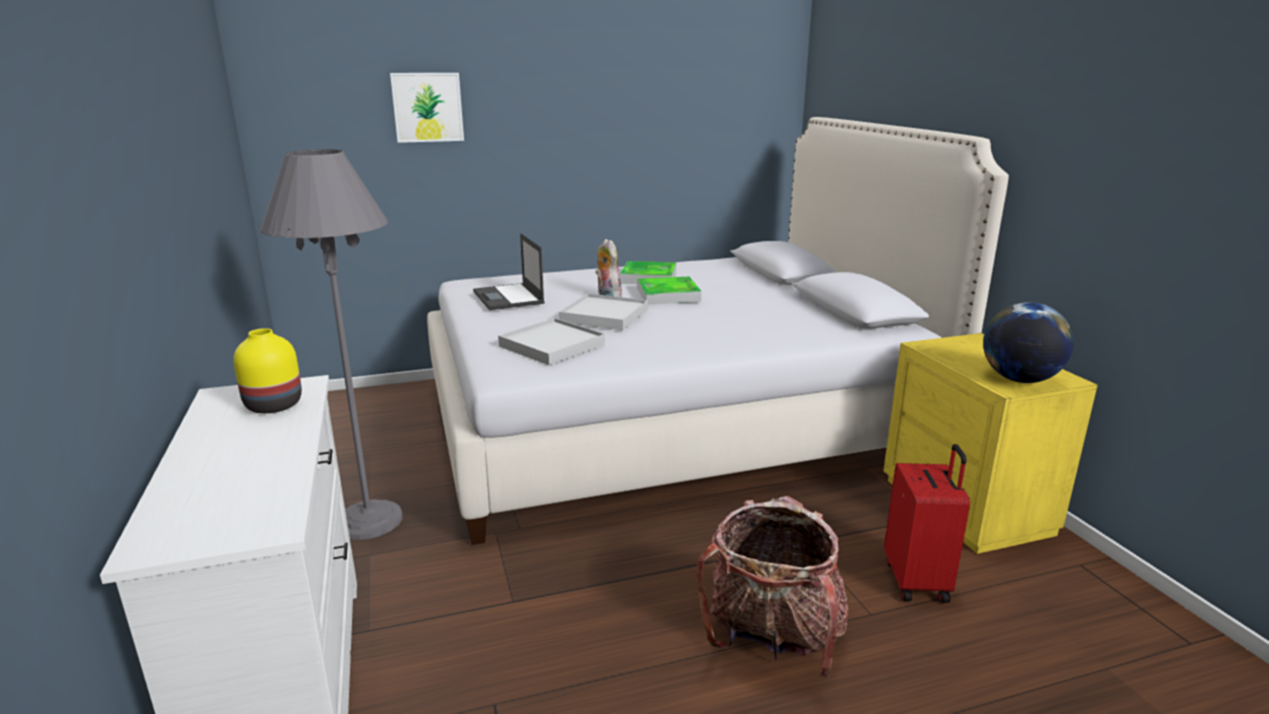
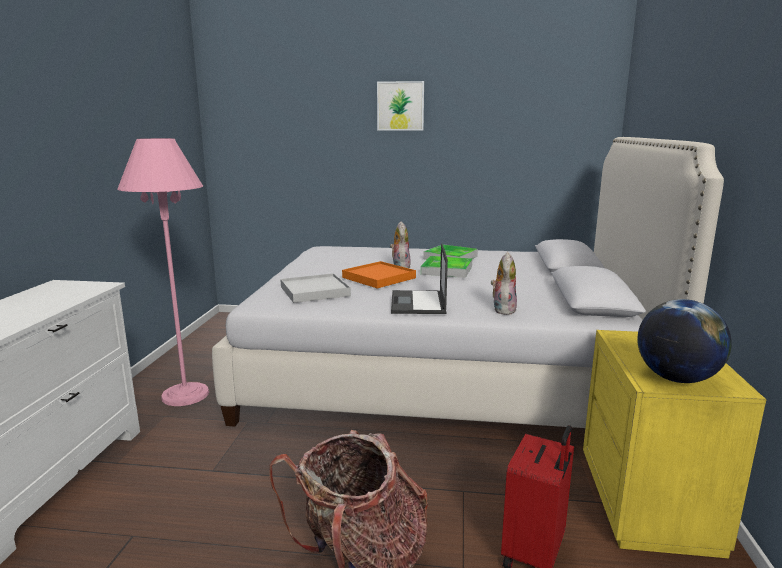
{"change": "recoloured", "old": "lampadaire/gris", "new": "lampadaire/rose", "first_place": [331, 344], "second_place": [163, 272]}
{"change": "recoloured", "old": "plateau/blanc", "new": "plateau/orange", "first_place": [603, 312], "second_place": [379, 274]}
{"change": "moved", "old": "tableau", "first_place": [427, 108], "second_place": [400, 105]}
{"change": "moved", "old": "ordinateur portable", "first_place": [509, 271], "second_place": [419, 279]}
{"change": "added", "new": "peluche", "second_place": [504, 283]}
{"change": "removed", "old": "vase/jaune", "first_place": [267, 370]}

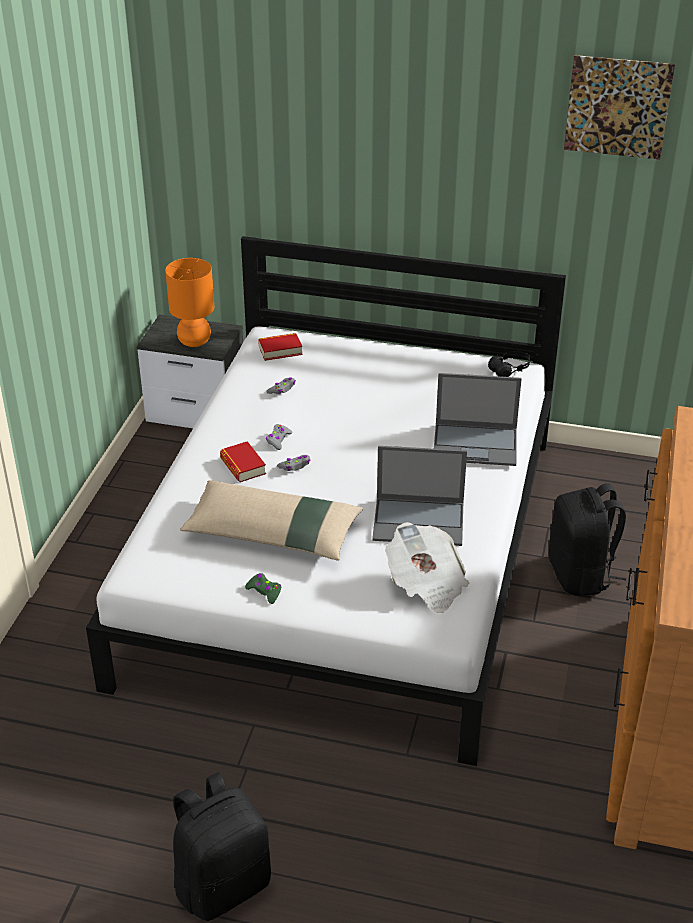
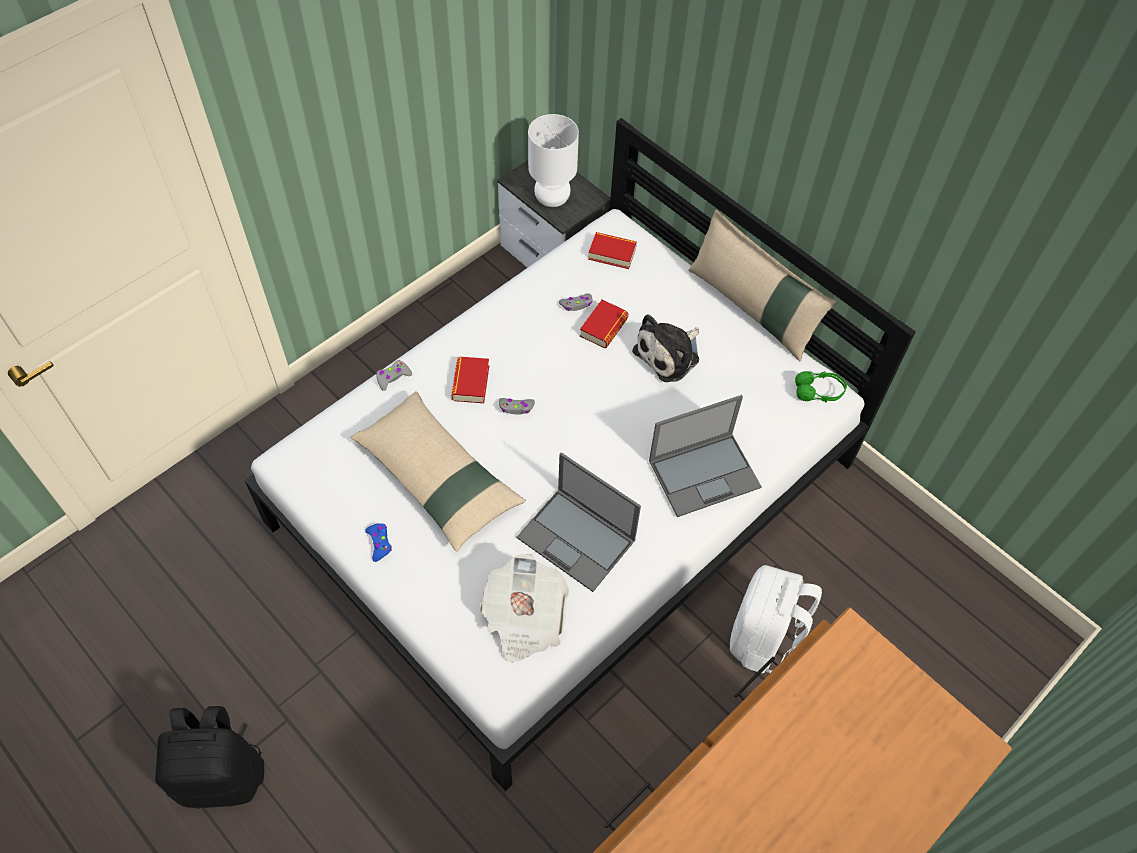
{"change": "recoloured", "old": "manette/vert", "new": "manette/bleu", "first_place": [263, 588], "second_place": [378, 542]}
{"change": "moved", "old": "manette/gris", "first_place": [279, 437], "second_place": [394, 375]}
{"change": "recoloured", "old": "lampe de table/orange", "new": "lampe de table/blanc", "first_place": [189, 302], "second_place": [553, 160]}
{"change": "added", "new": "livre", "second_place": [604, 324]}
{"change": "added", "new": "peluche", "second_place": [665, 348]}
{"change": "turned", "old": "ordinateur portable", "first_place": [478, 419], "second_place": [705, 456], "degrees": -60}
{"change": "added", "new": "coussin/beige", "second_place": [762, 286]}
{"change": "recoloured", "old": "sac à dos/noir", "new": "sac à dos/blanc", "first_place": [587, 540], "second_place": [776, 619]}
{"change": "recoloured", "old": "casque audio/noir", "new": "casque audio/vert", "first_place": [509, 364], "second_place": [821, 386]}
{"change": "removed", "old": "tableau", "first_place": [619, 107]}

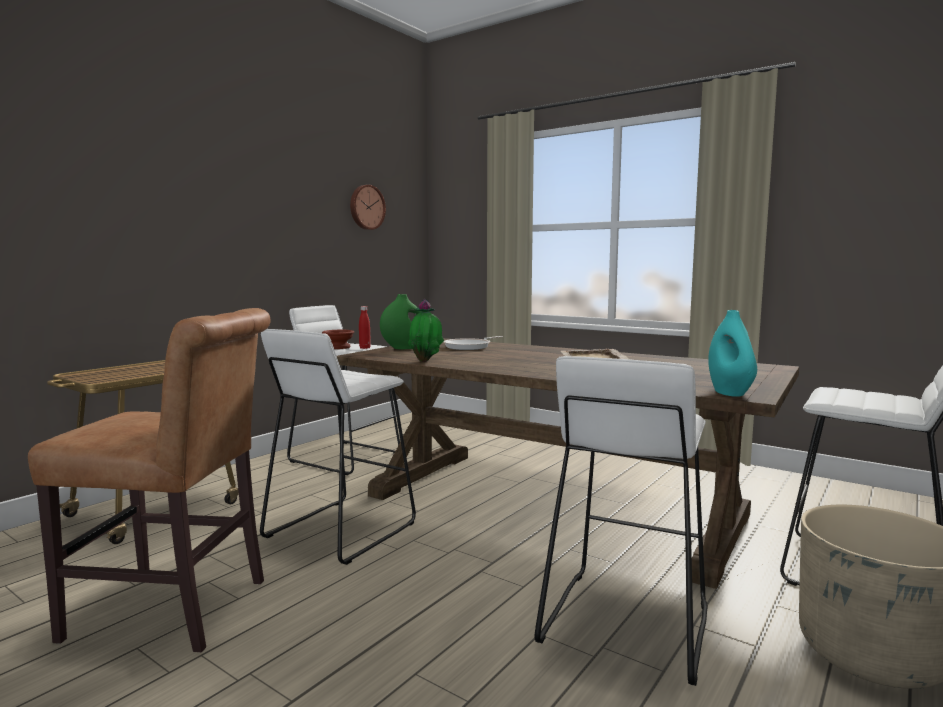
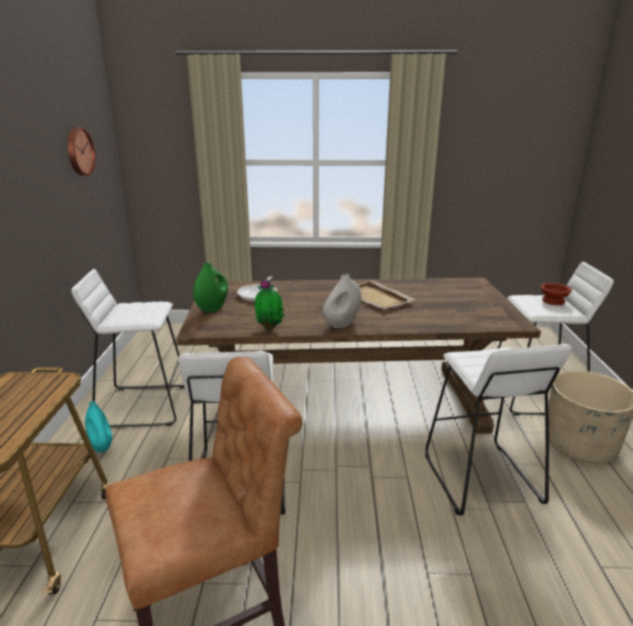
{"change": "moved", "old": "vase/turquoise", "first_place": [732, 353], "second_place": [98, 427]}
{"change": "added", "new": "vase/blanc", "second_place": [341, 301]}
{"change": "moved", "old": "bol/marron", "first_place": [338, 339], "second_place": [556, 294]}
{"change": "removed", "old": "bouteille/rouge", "first_place": [365, 327]}

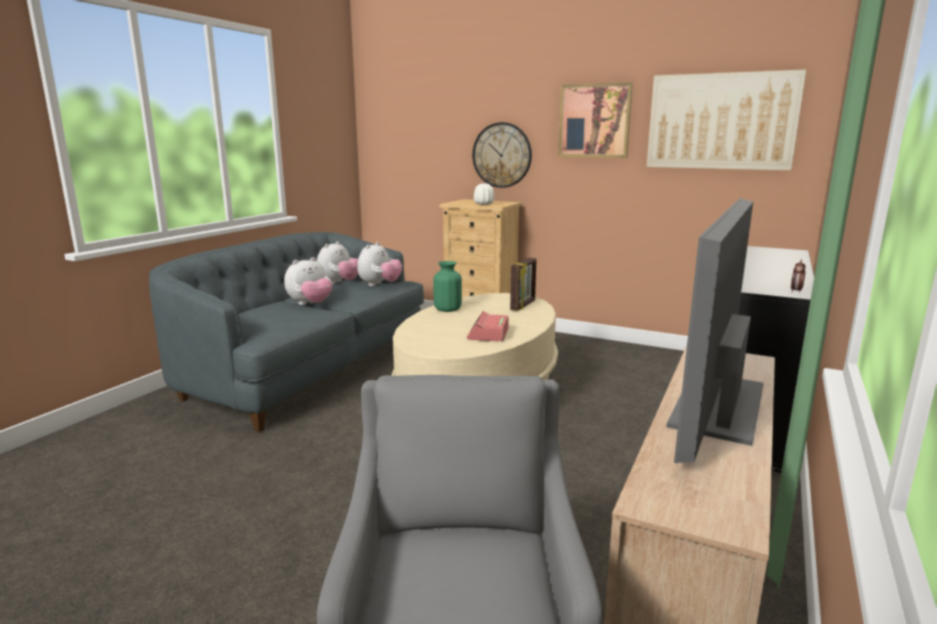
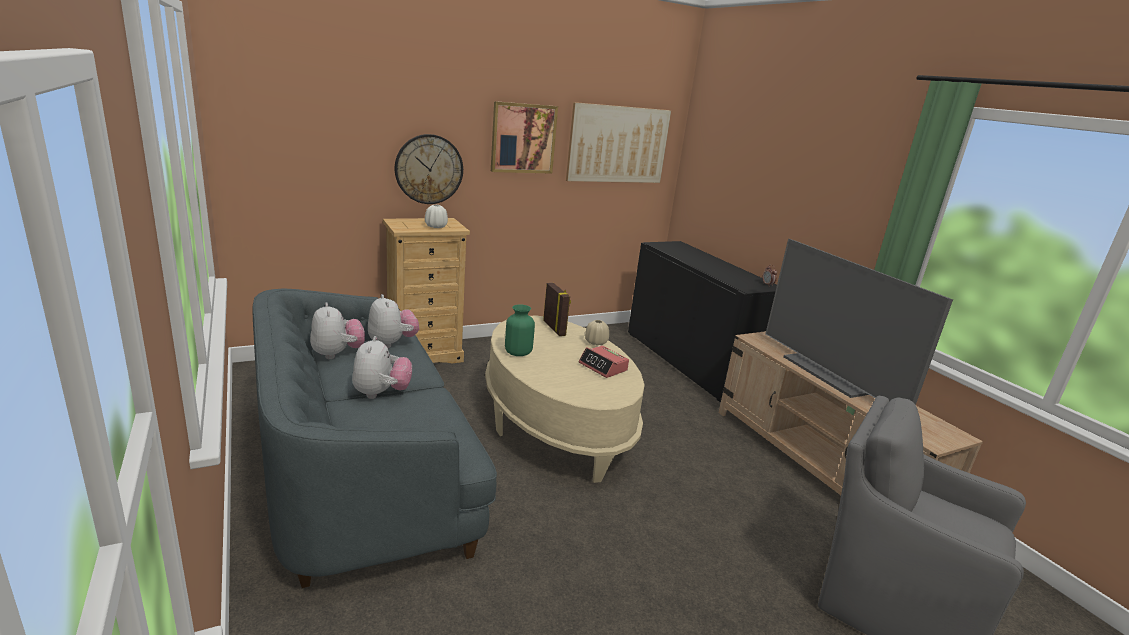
{"change": "added", "new": "vase/beige", "second_place": [597, 333]}

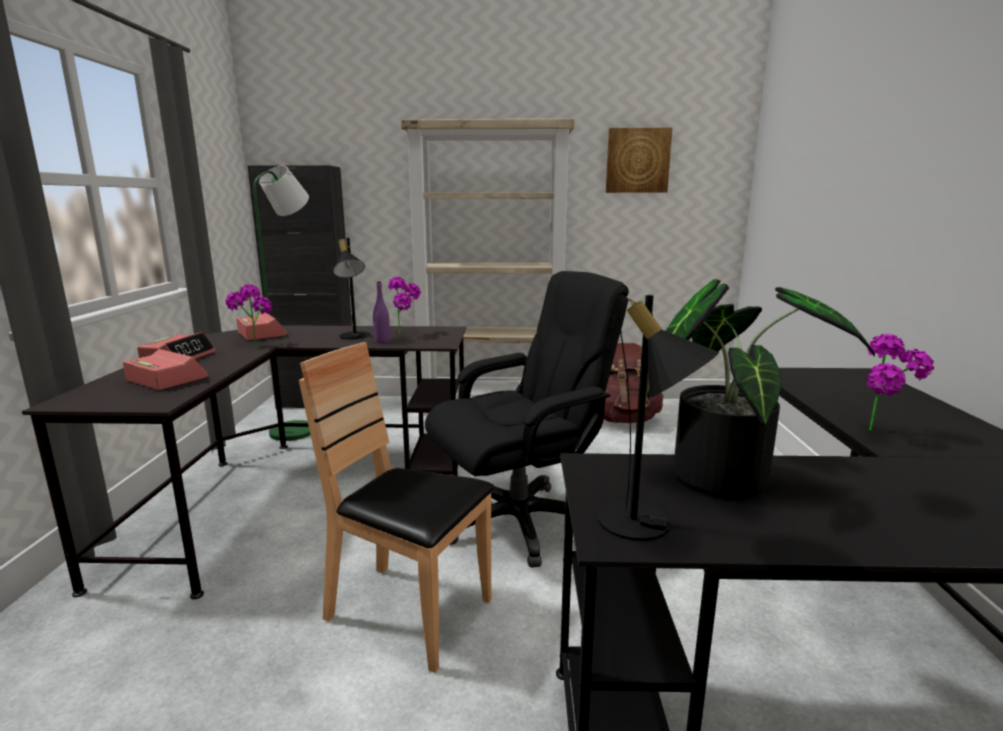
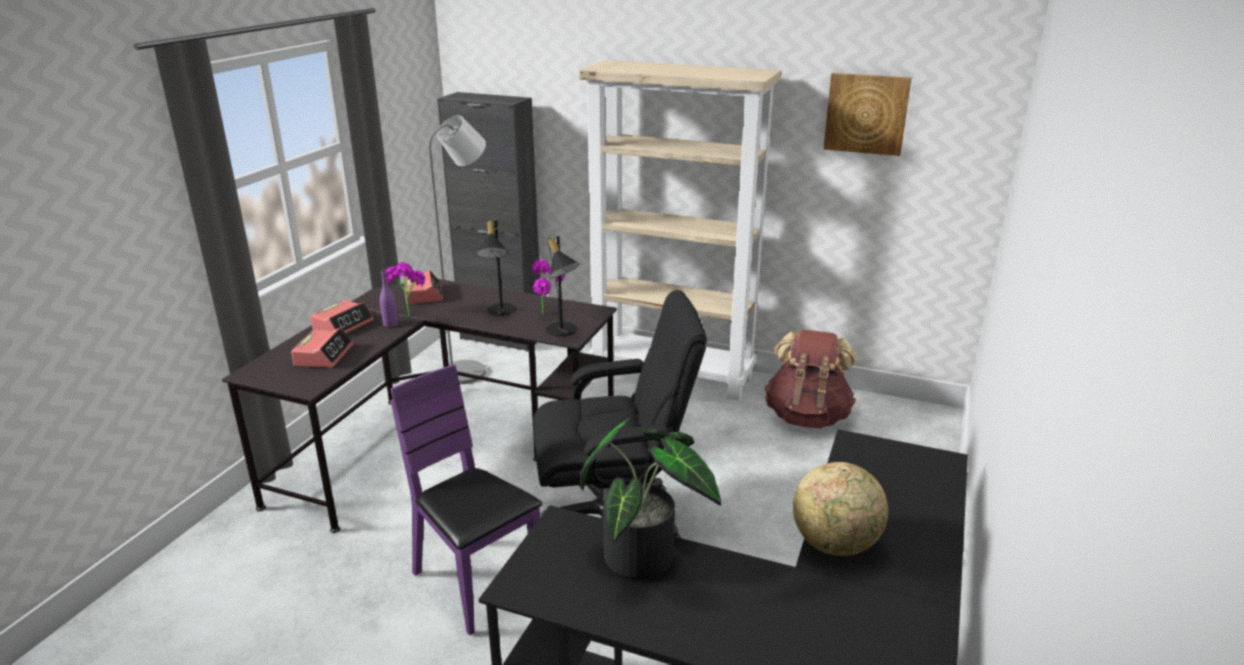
{"change": "turned", "old": "réveil", "first_place": [165, 369], "second_place": [322, 347], "degrees": 45}
{"change": "moved", "old": "bouteille/violet", "first_place": [381, 312], "second_place": [389, 298]}
{"change": "recoloured", "old": "chaise/marron", "new": "chaise/violet", "first_place": [397, 507], "second_place": [466, 500]}
{"change": "recoloured", "old": "lampadaire/vert", "new": "lampadaire/gris", "first_place": [281, 303], "second_place": [457, 249]}
{"change": "moved", "old": "lampe de table/noir", "first_place": [658, 418], "second_place": [562, 286]}
{"change": "replaced", "old": "plante en pot", "new": "globe", "first_place": [900, 382], "second_place": [840, 509]}

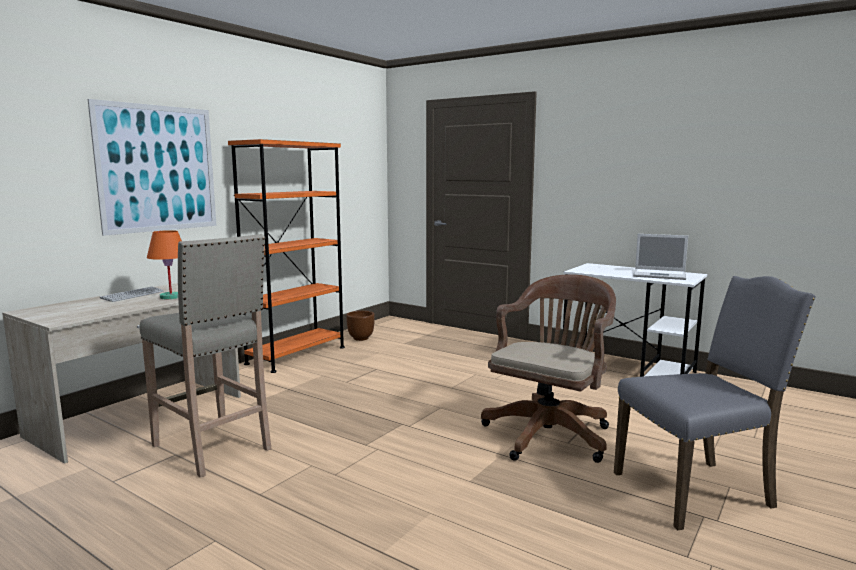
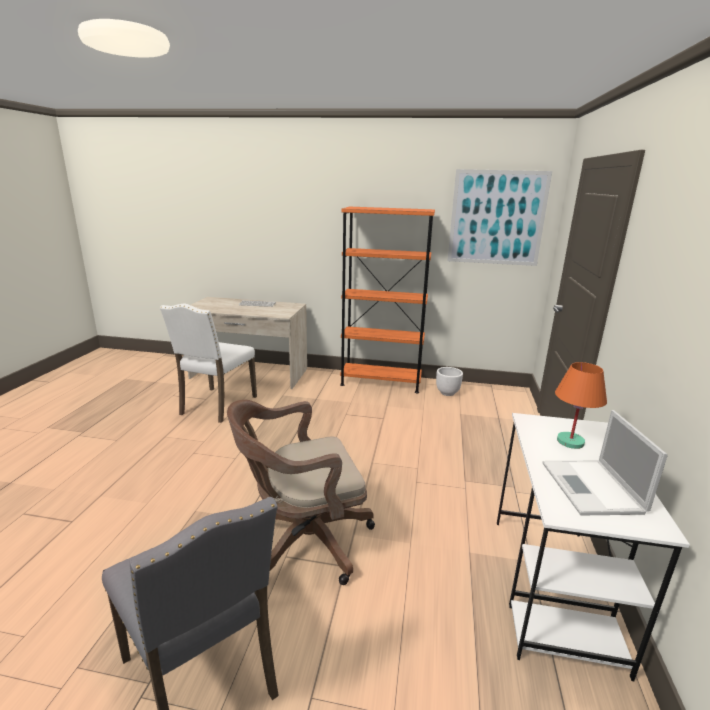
{"change": "replaced", "old": "tabouret/beige", "new": "chaise/blanc", "first_place": [205, 356], "second_place": [208, 363]}
{"change": "turned", "old": "chaise de bureau/marron", "first_place": [548, 368], "second_place": [301, 492], "degrees": 150}
{"change": "recoloured", "old": "cache-pot/marron", "new": "cache-pot/blanc", "first_place": [360, 326], "second_place": [449, 381]}
{"change": "moved", "old": "tableau", "first_place": [152, 167], "second_place": [500, 217]}
{"change": "moved", "old": "lampe de table/orange", "first_place": [164, 264], "second_place": [581, 405]}

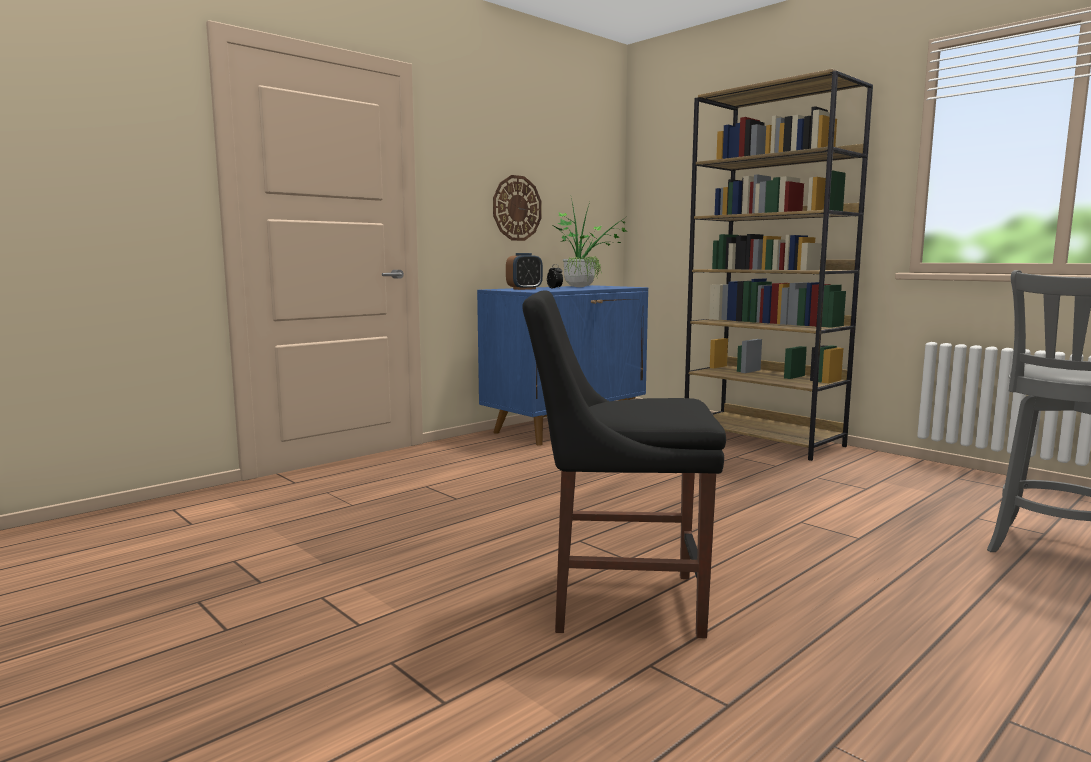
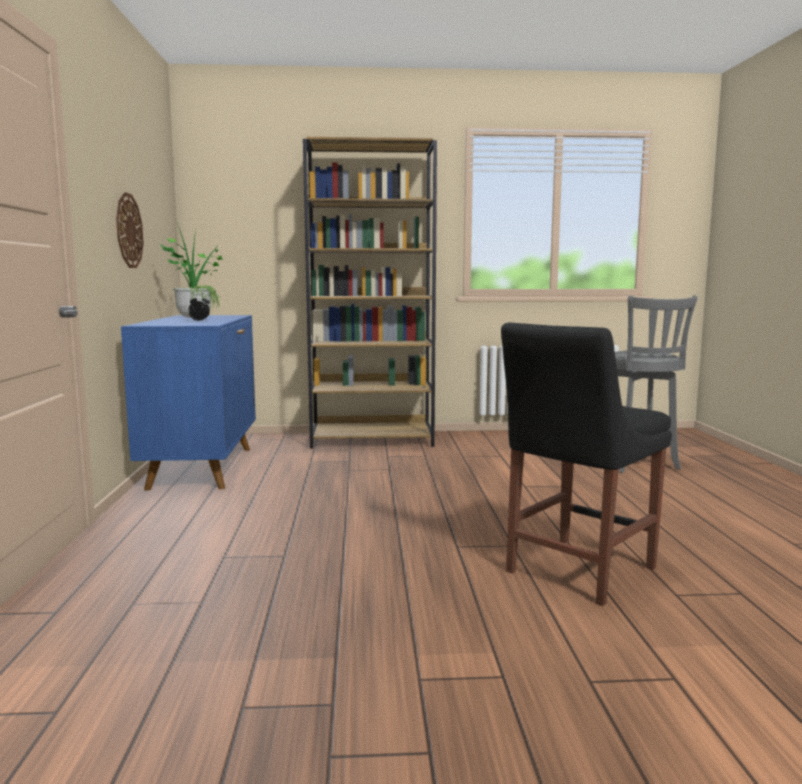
{"change": "removed", "old": "réveil", "first_place": [524, 271]}

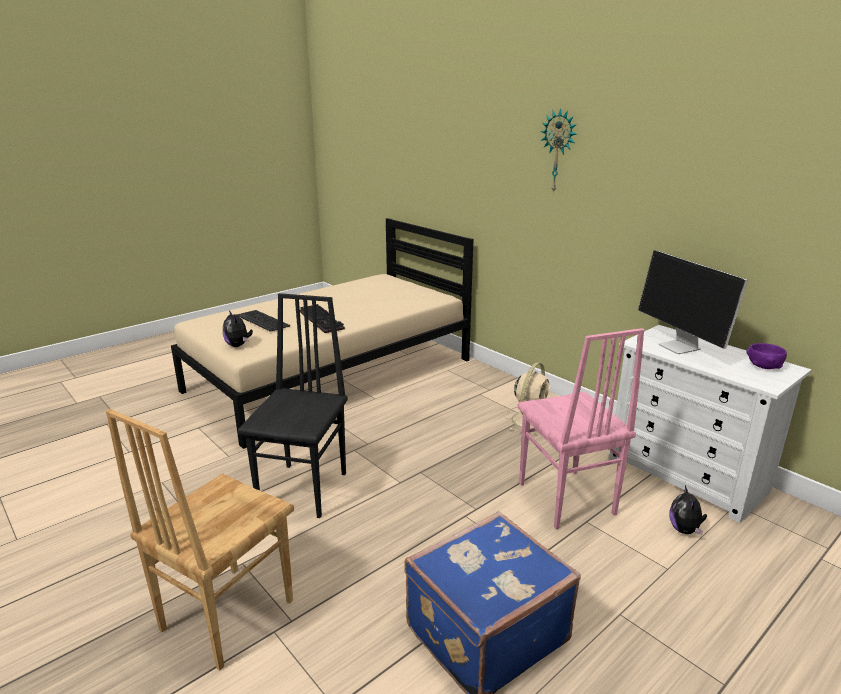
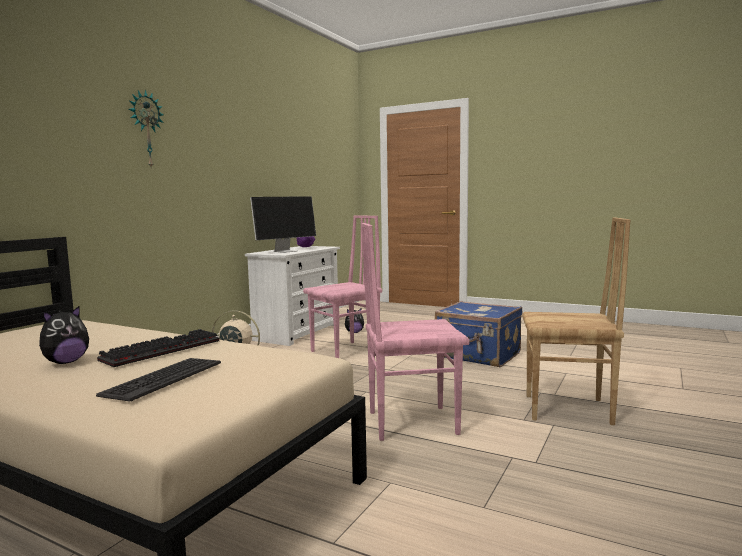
{"change": "moved", "old": "peluche", "first_place": [238, 328], "second_place": [64, 334]}
{"change": "recoloured", "old": "chaise/noir", "new": "chaise/rose", "first_place": [293, 405], "second_place": [415, 332]}

